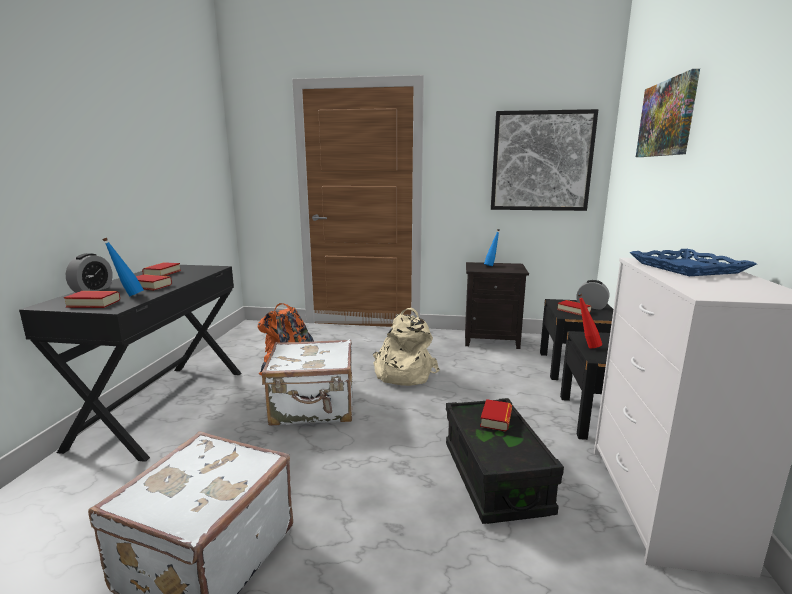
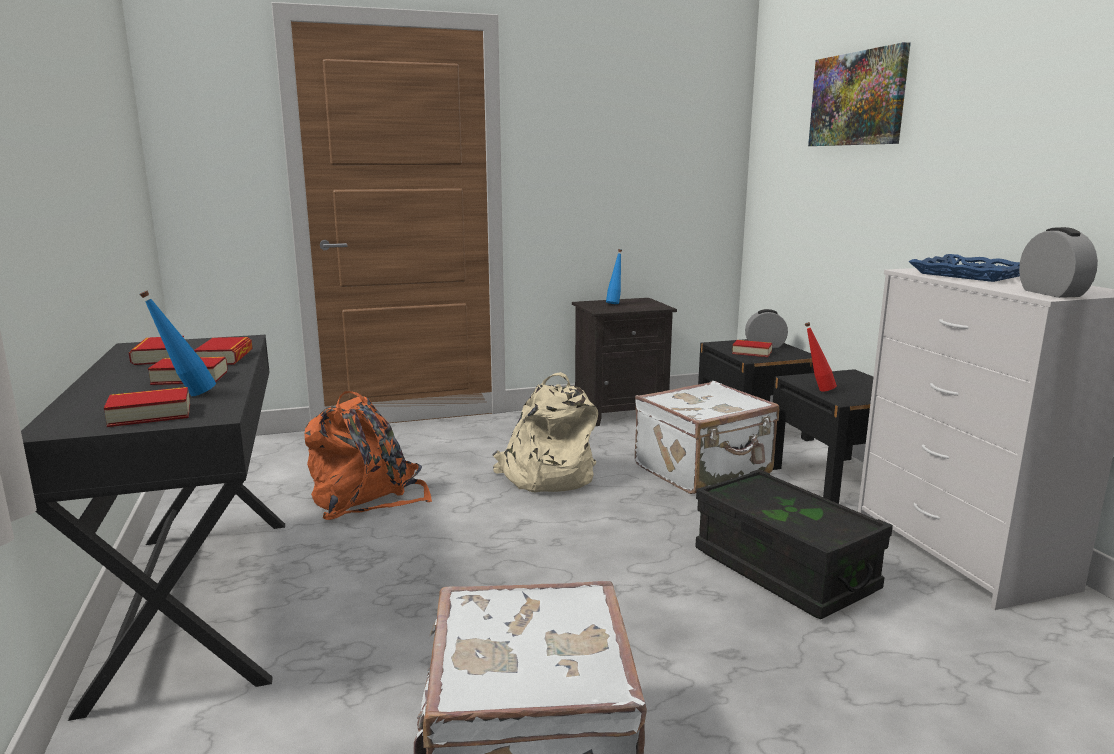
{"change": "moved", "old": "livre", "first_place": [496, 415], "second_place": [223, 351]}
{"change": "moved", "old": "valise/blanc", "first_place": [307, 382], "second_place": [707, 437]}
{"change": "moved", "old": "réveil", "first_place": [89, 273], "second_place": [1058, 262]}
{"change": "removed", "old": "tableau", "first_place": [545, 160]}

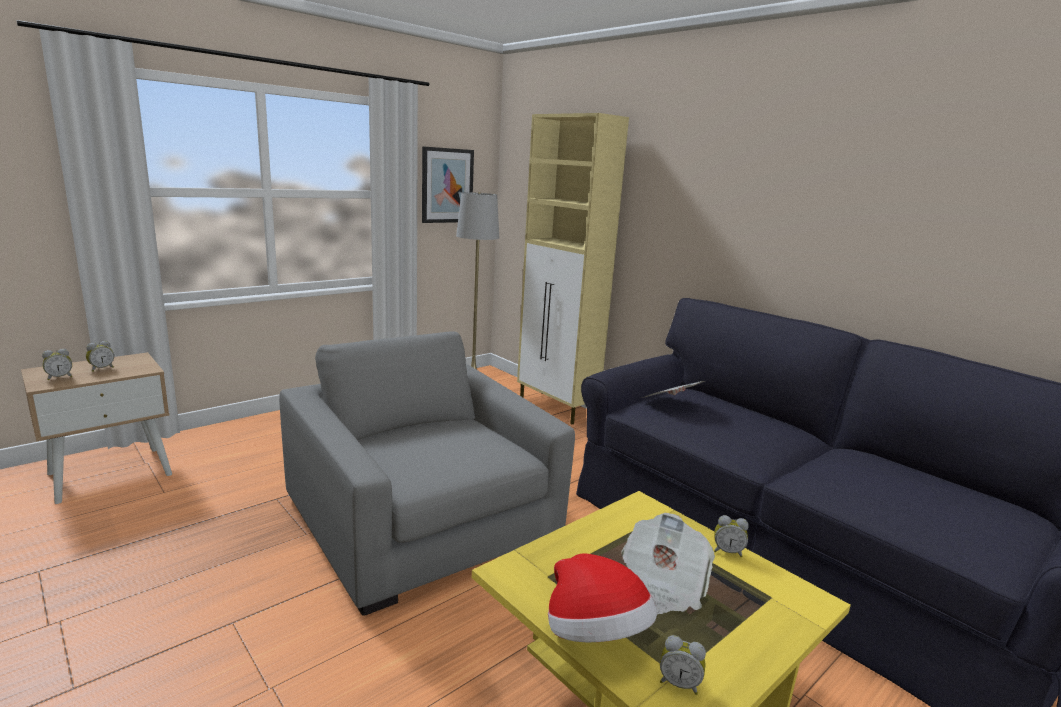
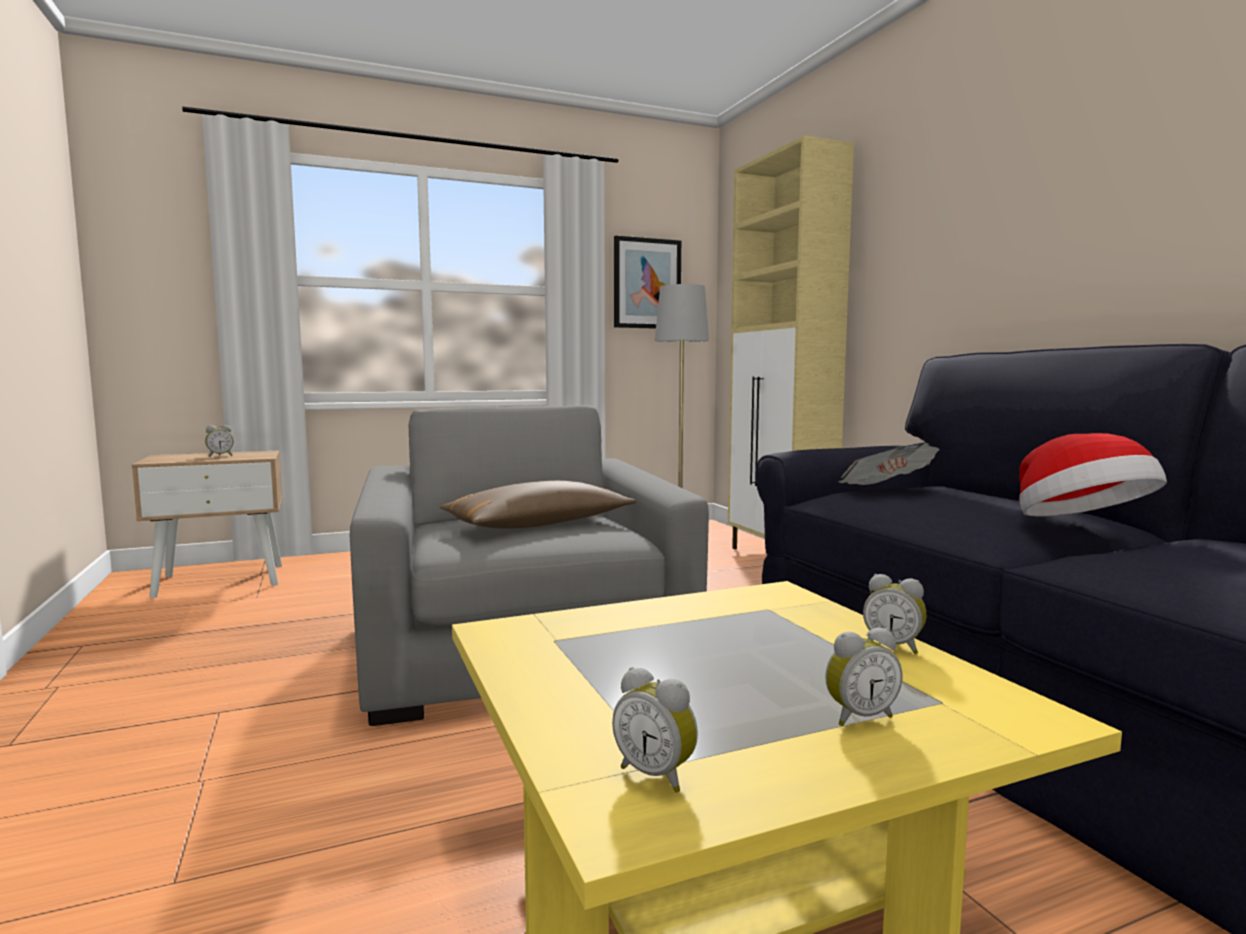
{"change": "added", "new": "coussin/marron", "second_place": [538, 505]}
{"change": "moved", "old": "réveil", "first_place": [57, 364], "second_place": [863, 677]}
{"change": "moved", "old": "chapeau", "first_place": [602, 597], "second_place": [1093, 474]}
{"change": "removed", "old": "journal", "first_place": [668, 563]}

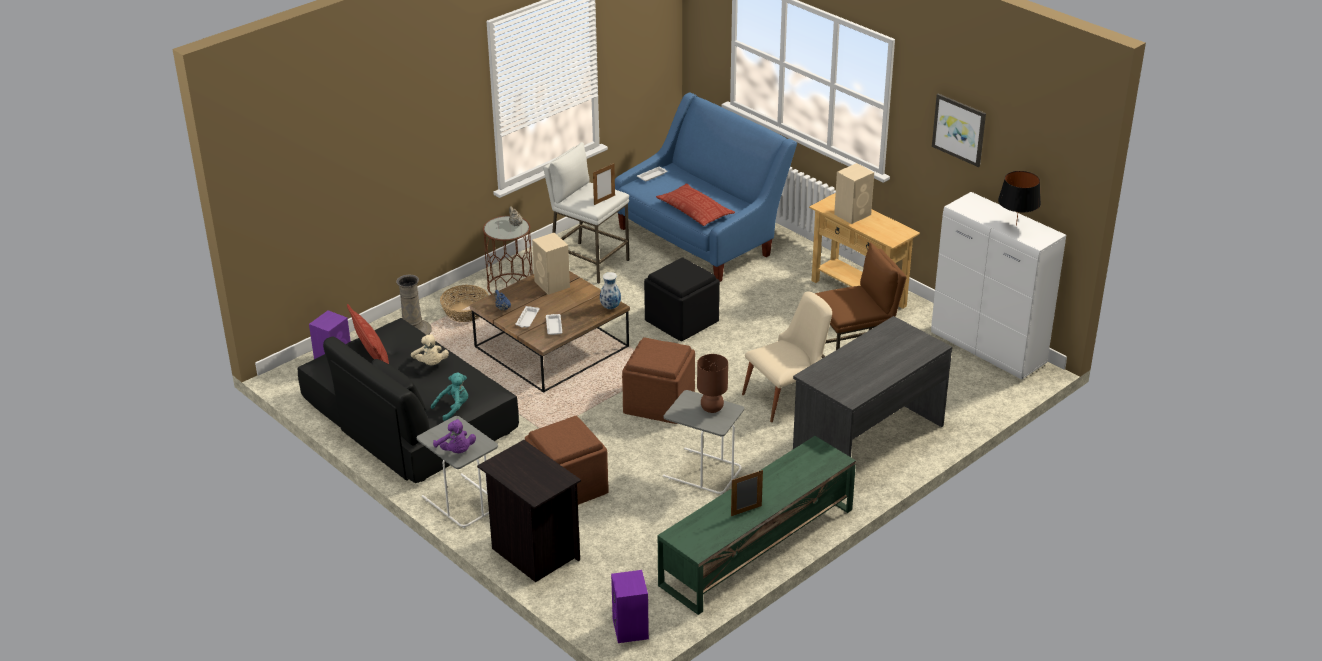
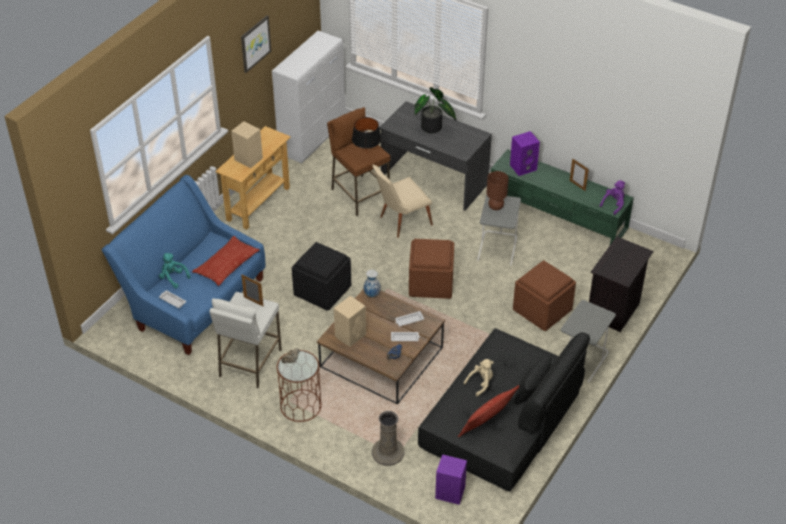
{"change": "moved", "old": "peluche/turquoise", "first_place": [449, 396], "second_place": [174, 270]}
{"change": "moved", "old": "lampe de table/noir", "first_place": [1019, 198], "second_place": [366, 132]}
{"change": "turned", "old": "chaise/beige", "first_place": [787, 356], "second_place": [402, 201], "degrees": -75}
{"change": "added", "new": "plante en pot", "second_place": [435, 110]}
{"change": "moved", "old": "enceinte/violet", "first_place": [630, 606], "second_place": [525, 153]}
{"change": "moved", "old": "peluche/violet", "first_place": [454, 436], "second_place": [612, 197]}
{"change": "removed", "old": "panier", "first_place": [464, 303]}

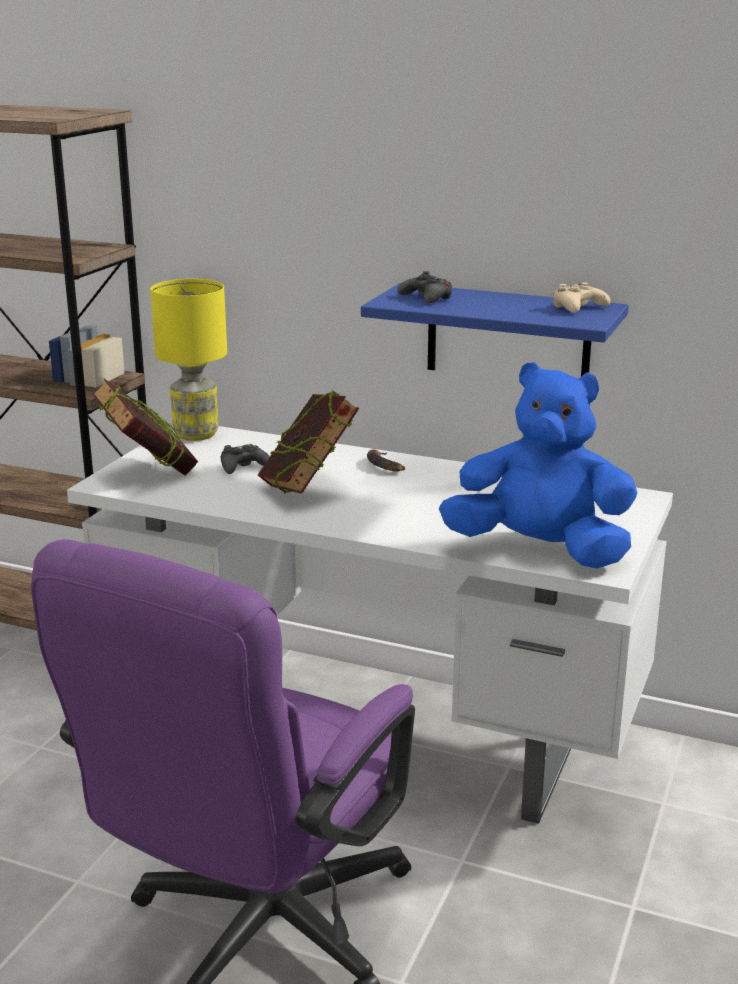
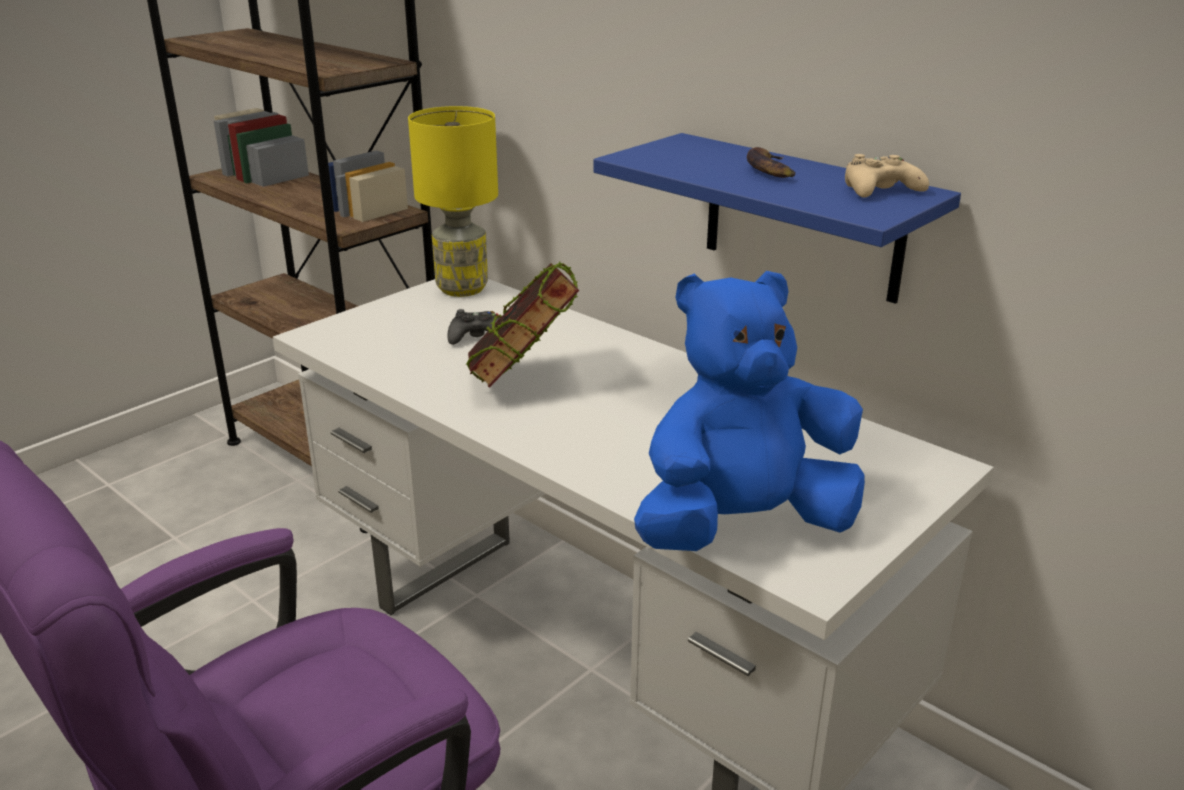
{"change": "turned", "old": "peluche/bleu", "first_place": [538, 465], "second_place": [749, 411], "degrees": -60}
{"change": "moved", "old": "banane", "first_place": [386, 460], "second_place": [771, 162]}
{"change": "removed", "old": "livre", "first_place": [145, 427]}
{"change": "removed", "old": "manette/noir", "first_place": [424, 287]}

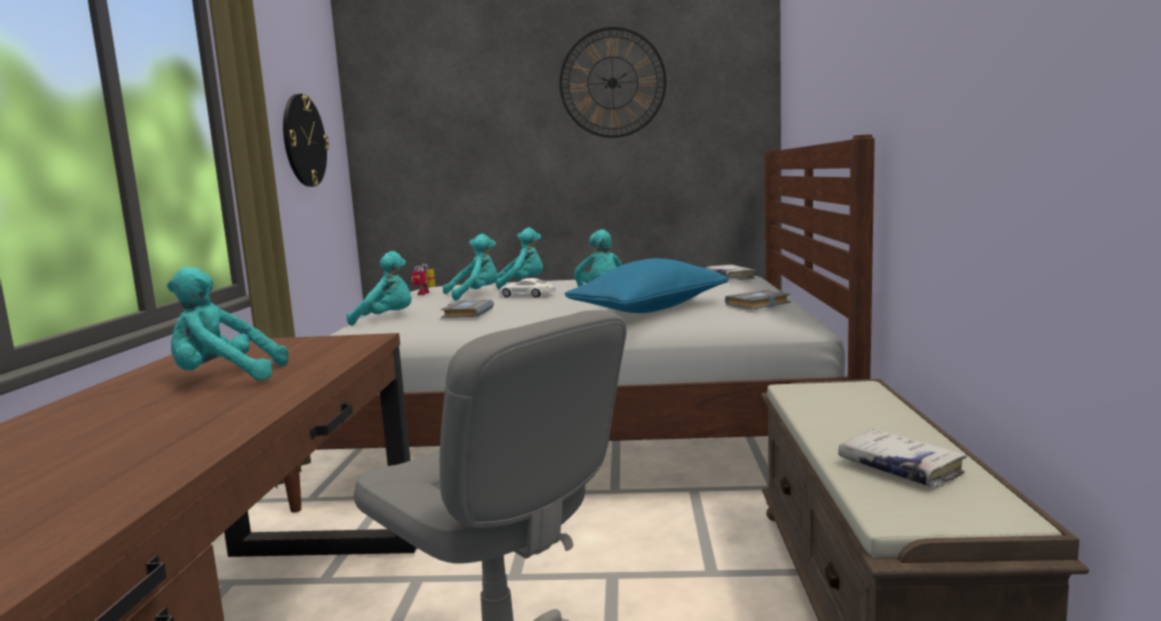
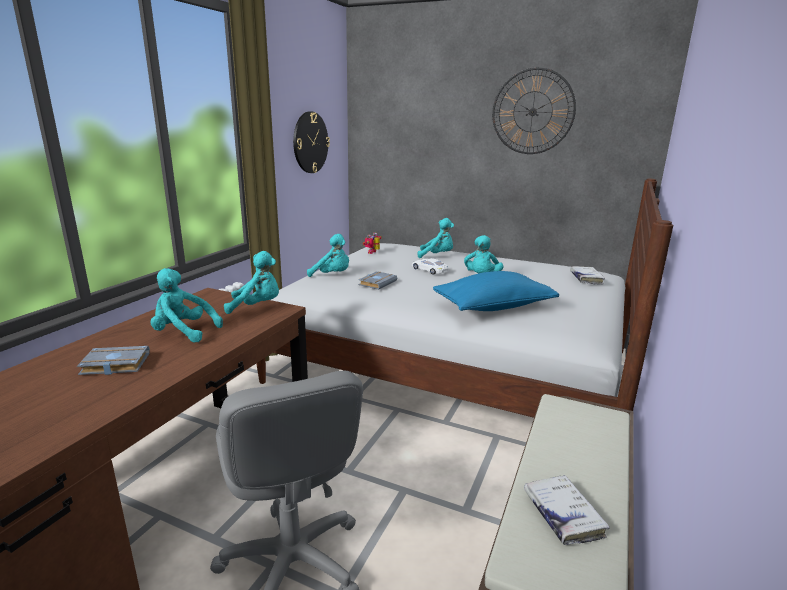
{"change": "moved", "old": "livre/gris", "first_place": [758, 300], "second_place": [113, 360]}
{"change": "moved", "old": "peluche/turquoise", "first_place": [470, 267], "second_place": [251, 282]}

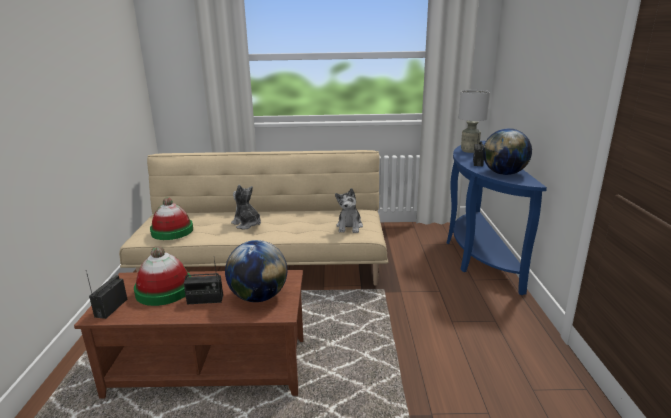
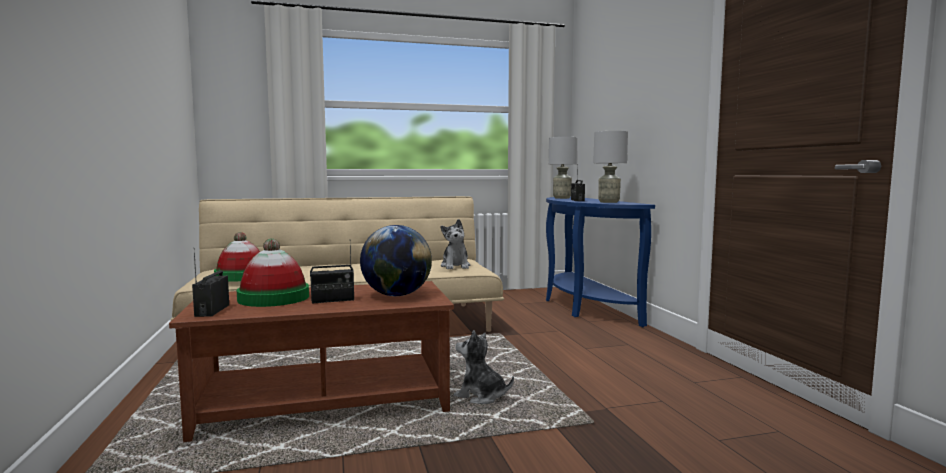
{"change": "moved", "old": "peluche", "first_place": [246, 207], "second_place": [483, 367]}
{"change": "replaced", "old": "globe", "new": "lampe de table/gris", "first_place": [507, 151], "second_place": [610, 167]}

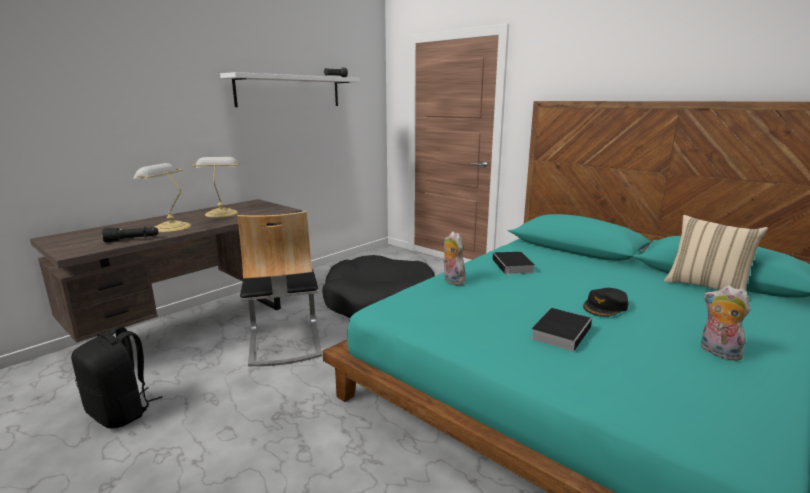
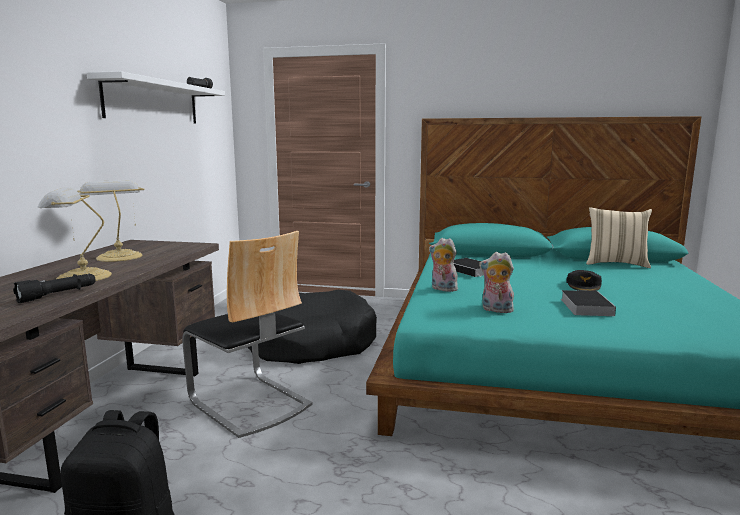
{"change": "moved", "old": "peluche", "first_place": [726, 323], "second_place": [496, 282]}

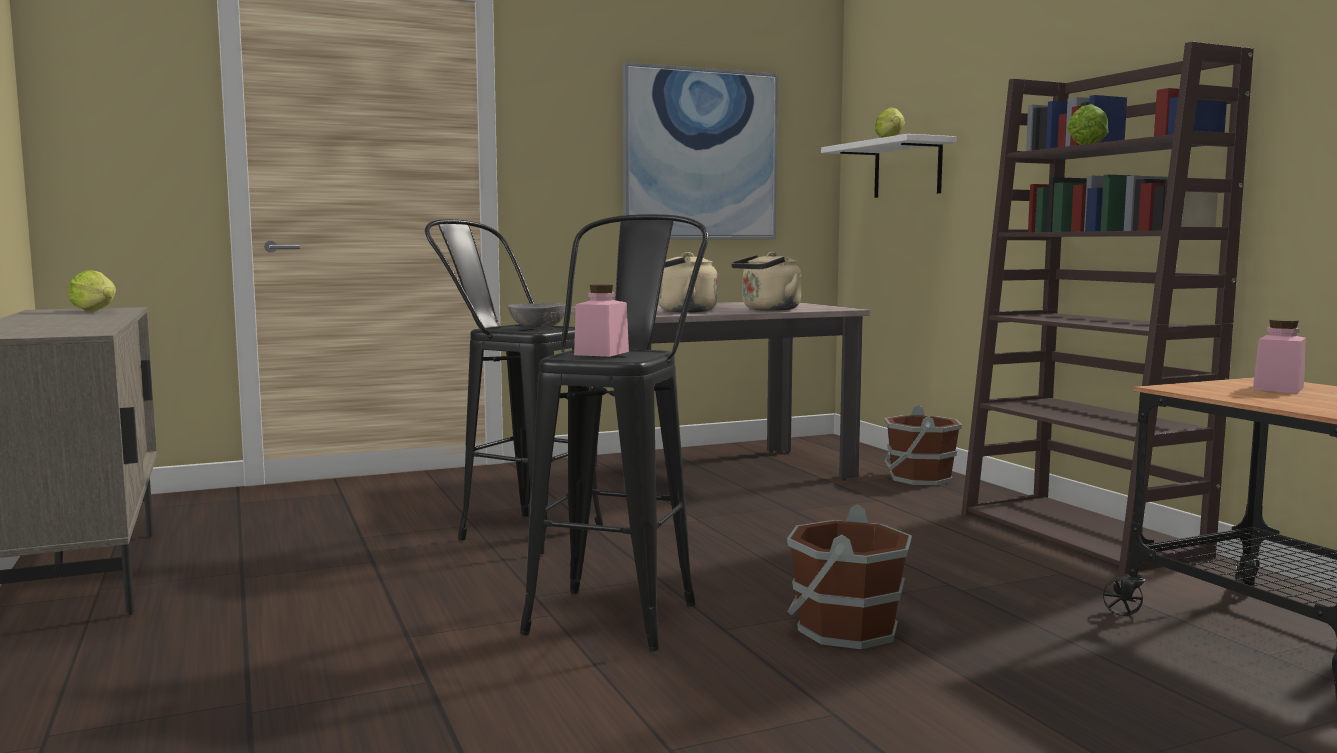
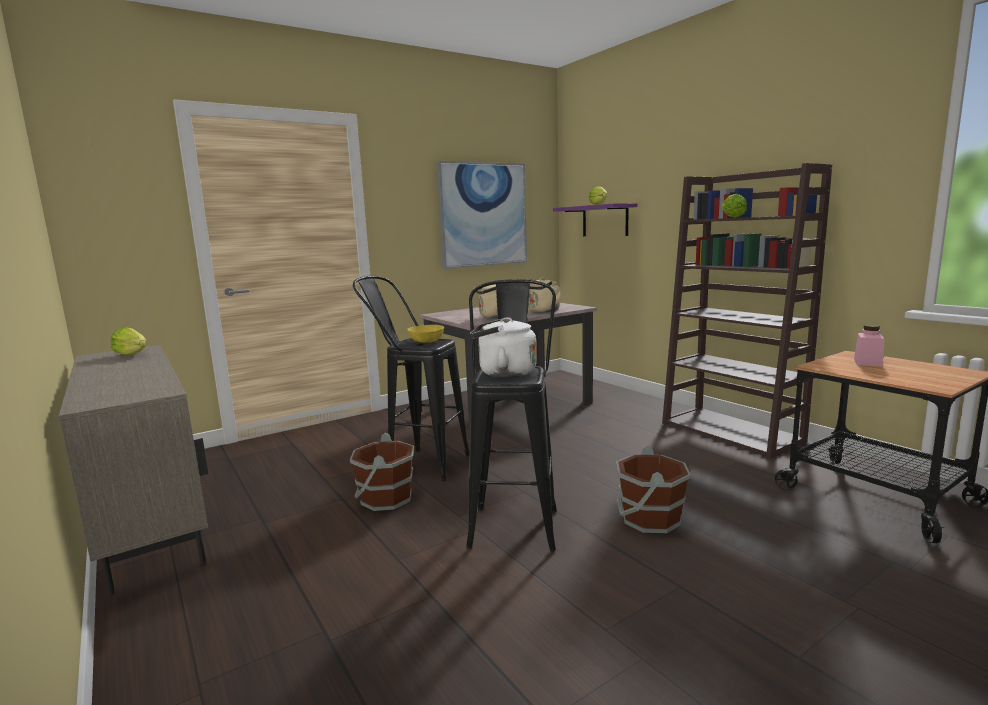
{"change": "moved", "old": "seau/marron", "first_place": [923, 445], "second_place": [382, 472]}
{"change": "recoloured", "old": "bol/gris", "new": "bol/jaune", "first_place": [537, 315], "second_place": [425, 334]}
{"change": "replaced", "old": "bocal/rose", "new": "bouilloire/blanc", "first_place": [601, 320], "second_place": [503, 347]}
{"change": "recoloured", "old": "étagère/blanc", "new": "étagère/violet", "first_place": [888, 166], "second_place": [595, 219]}

